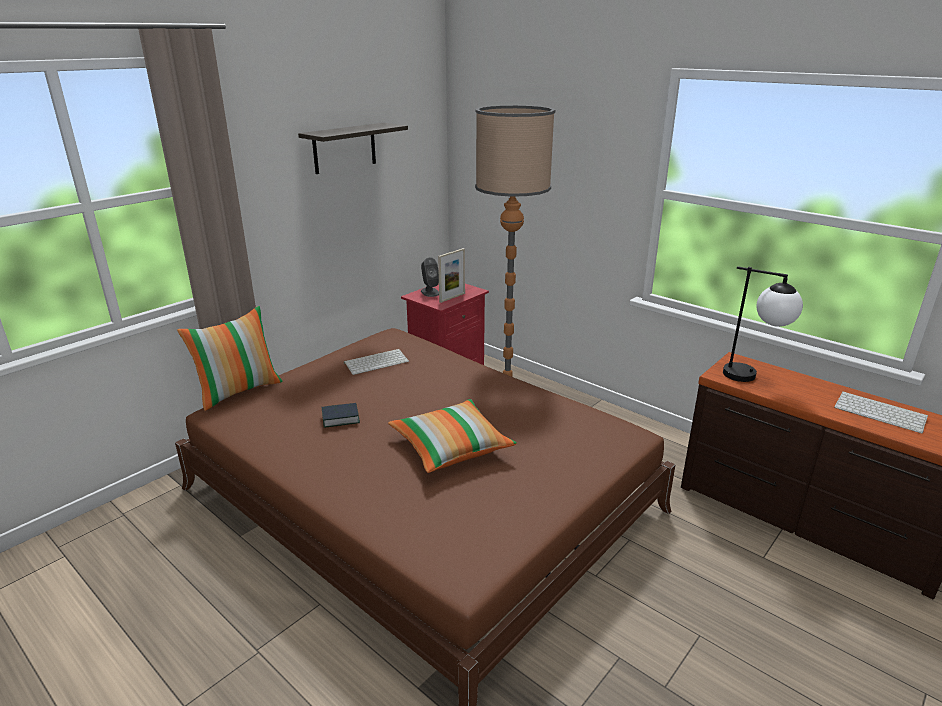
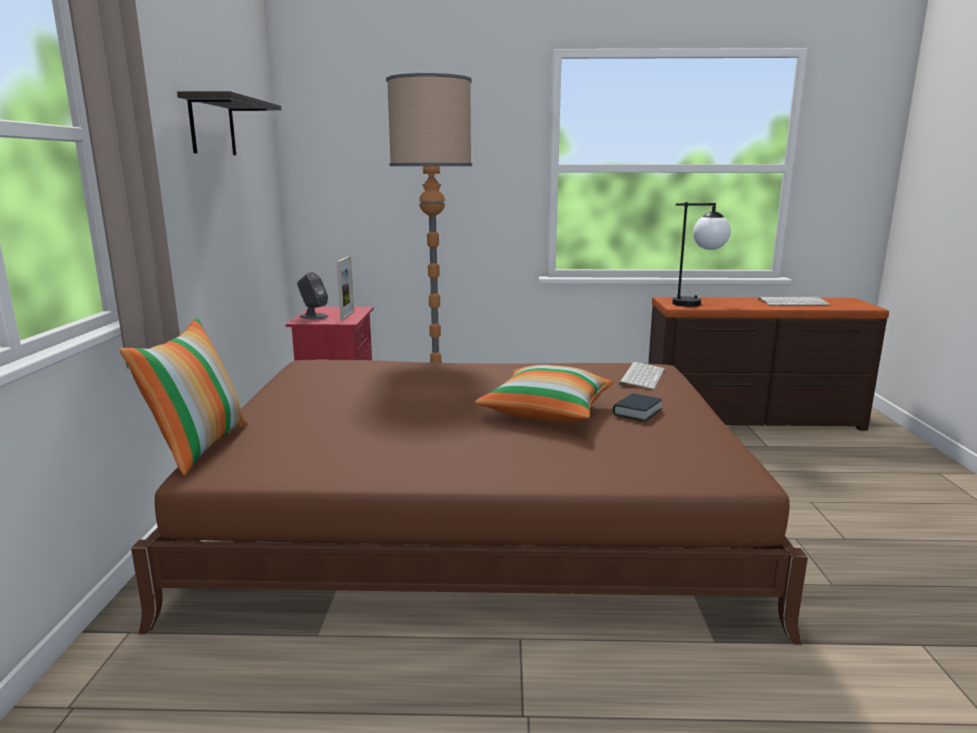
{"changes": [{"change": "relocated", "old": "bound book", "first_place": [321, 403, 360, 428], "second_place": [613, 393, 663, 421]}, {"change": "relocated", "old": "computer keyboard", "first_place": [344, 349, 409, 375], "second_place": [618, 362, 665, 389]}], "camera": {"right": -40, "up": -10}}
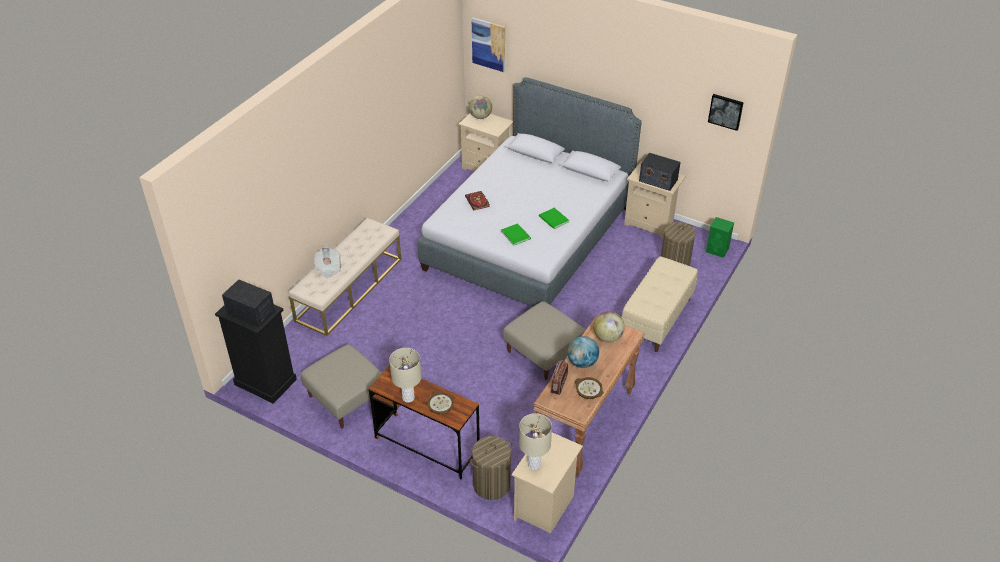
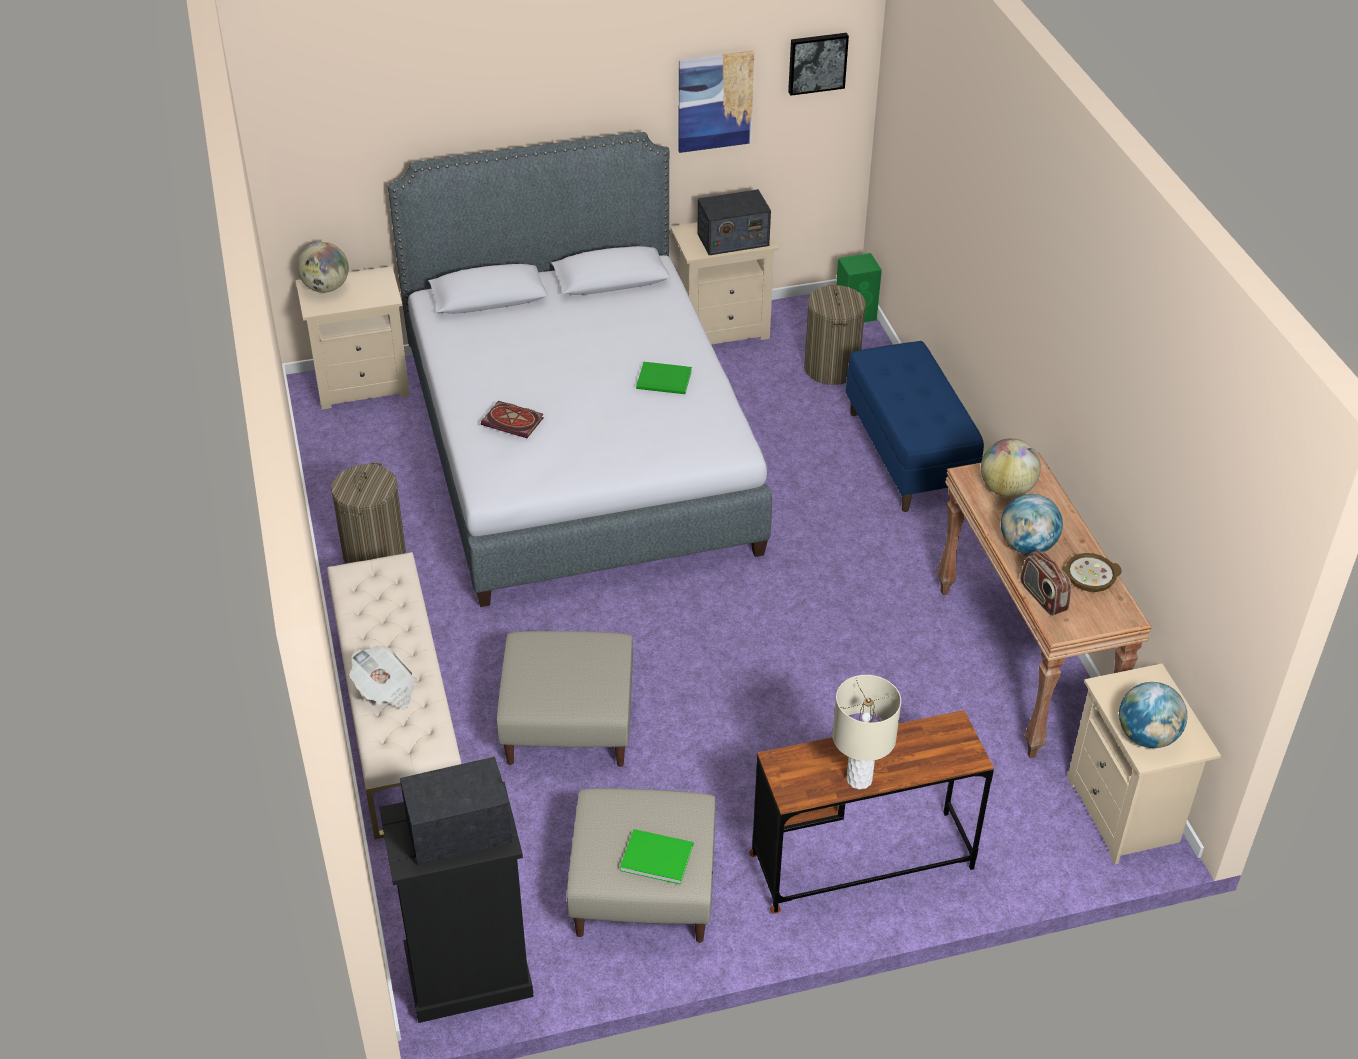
{"changes": [{"change": "missing", "old": "serving bowl", "first_place": [427, 391, 454, 415]}, {"change": "relocated", "old": "laundry basket", "first_place": [470, 436, 513, 500], "second_place": [331, 462, 406, 564]}, {"change": "relocated", "old": "wall art", "first_place": [471, 17, 505, 72], "second_place": [678, 51, 754, 153]}, {"change": "relocated", "old": "bound book (greenish)", "first_place": [501, 223, 531, 246], "second_place": [620, 829, 694, 885]}, {"change": "relocated", "old": "footrest (beige)", "first_place": [503, 301, 585, 380], "second_place": [497, 631, 633, 767]}, {"change": "exchanged", "old": "tabletop lamp (beige)", "new": "globe", "first_place": [519, 413, 552, 470], "second_place": [1119, 682, 1187, 748]}, {"change": "colour", "old": "bench (beige)", "new": "bench (bluish)", "first_place": [621, 256, 698, 352], "second_place": [846, 341, 984, 512]}], "camera": {"right": -45, "up": 0}}
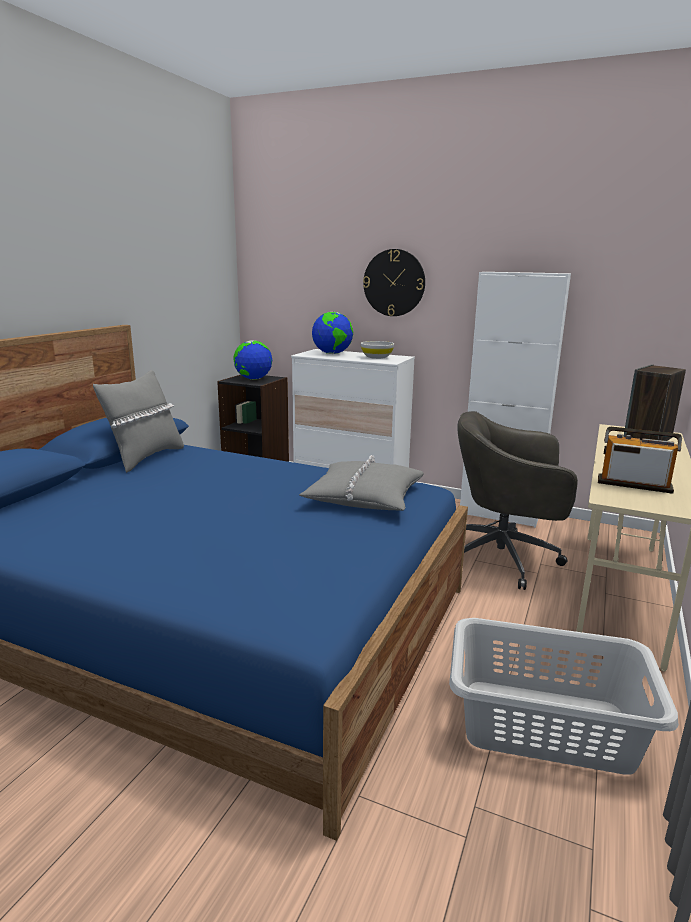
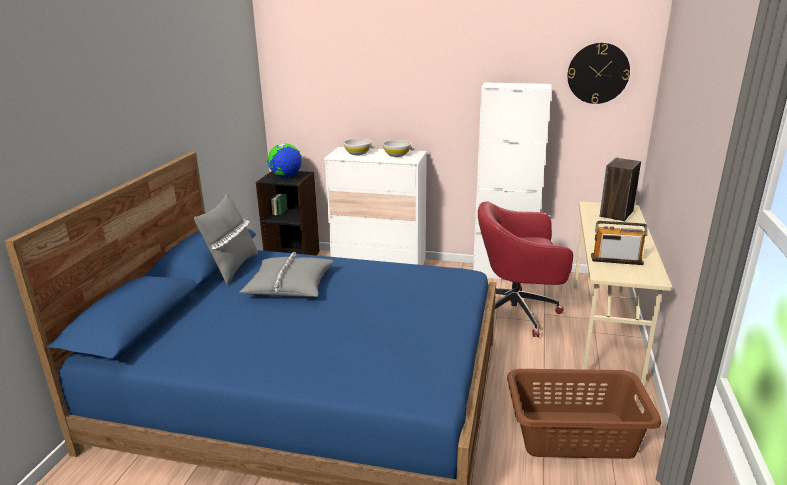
{"changes": [{"change": "relocated", "old": "pillow (grey)", "first_place": [299, 455, 424, 511], "second_place": [240, 252, 334, 297]}, {"change": "relocated", "old": "wall clock", "first_place": [363, 249, 425, 316], "second_place": [567, 43, 630, 104]}, {"change": "exchanged", "old": "globe", "new": "serving bowl (white)", "first_place": [312, 312, 353, 354], "second_place": [343, 139, 371, 155]}, {"change": "colour", "old": "laundry basket (grey)", "new": "laundry basket (brown)", "first_place": [449, 618, 679, 775], "second_place": [507, 369, 661, 459]}, {"change": "colour", "old": "computer chair (grey)", "new": "computer chair (reddish)", "first_place": [458, 411, 578, 590], "second_place": [478, 201, 573, 337]}], "camera": {"right": -10, "up": 5}}
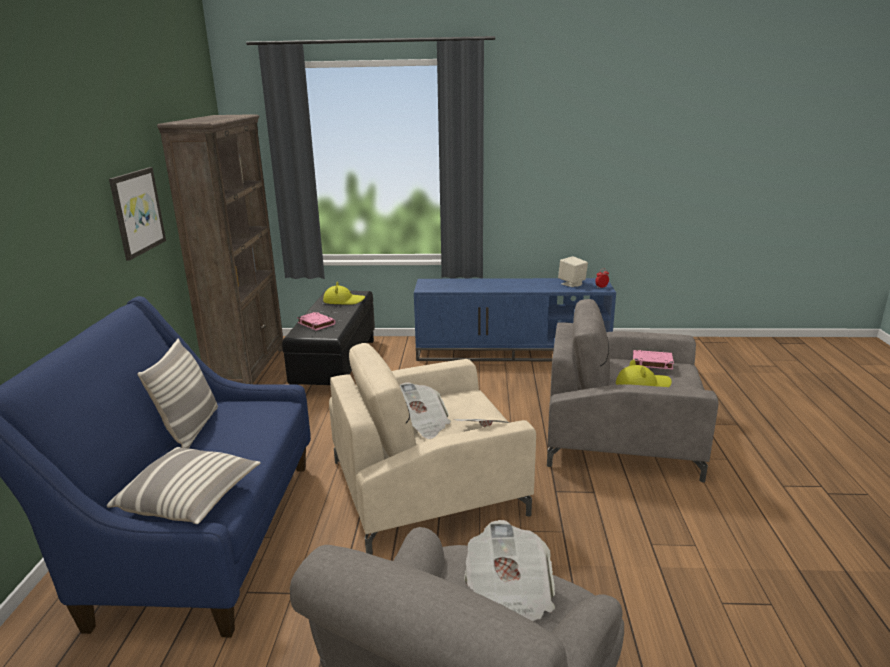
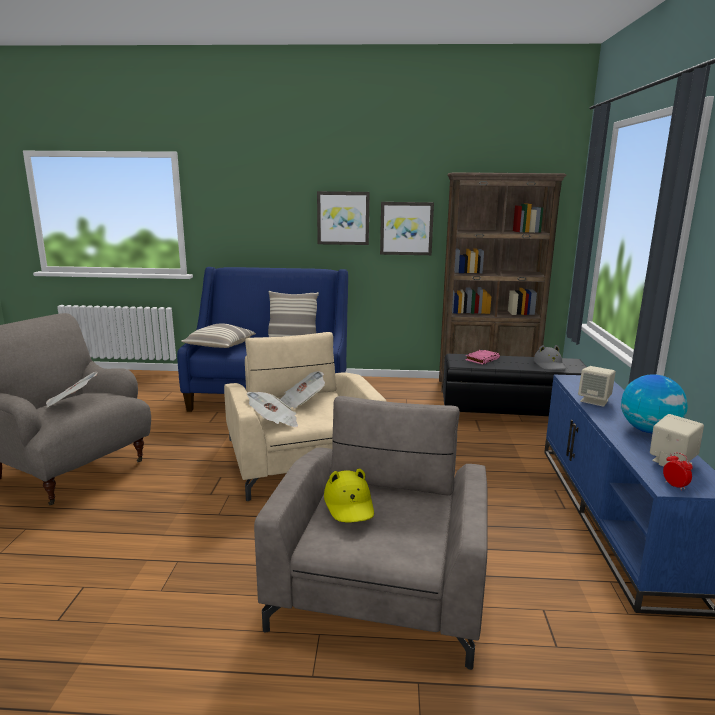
{"changes": [{"change": "missing", "old": "bound book (pinkish)", "first_place": [633, 350, 674, 369]}, {"change": "appeared", "new": "wall art", "second_place": [317, 191, 370, 245]}, {"change": "appeared", "new": "audio speaker (beige)", "second_place": [578, 366, 616, 407]}, {"change": "appeared", "new": "globe", "second_place": [621, 374, 688, 433]}, {"change": "colour", "old": "wearable hat (yellowish)", "new": "wearable hat (grey)", "first_place": [323, 282, 365, 305], "second_place": [534, 345, 566, 370]}], "camera": {"right": 90, "up": -5}}
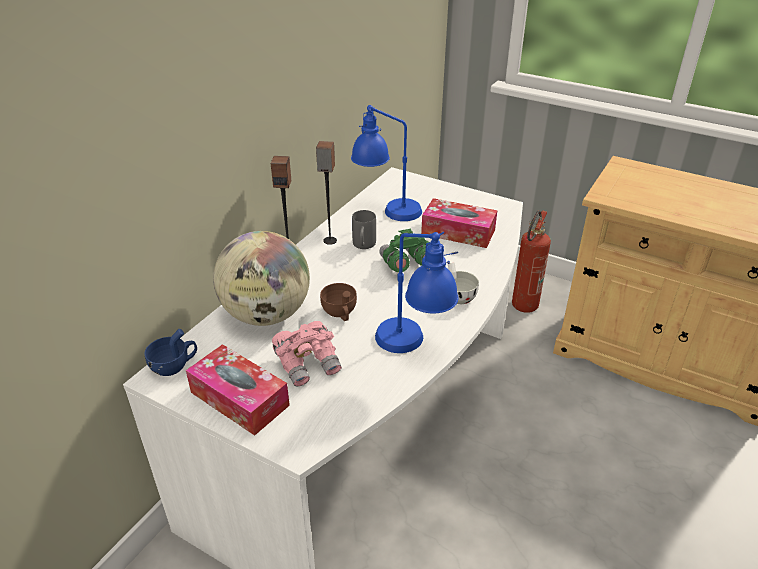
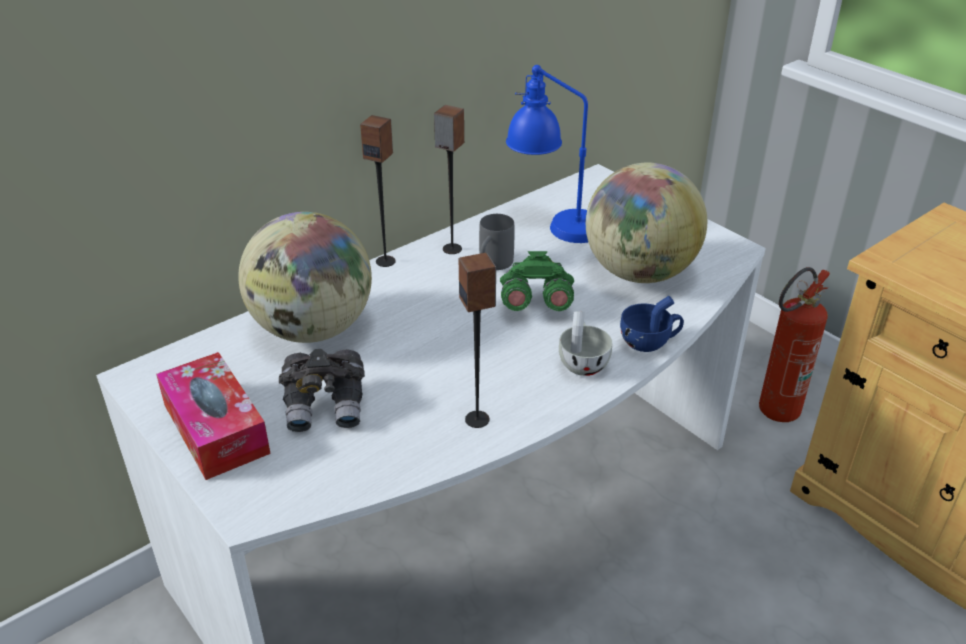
{"changes": [{"change": "missing", "old": "small cup (brown)", "first_place": [320, 283, 357, 321]}, {"change": "relocated", "old": "small cup (bluish)", "first_place": [144, 329, 197, 376], "second_place": [620, 296, 684, 352]}, {"change": "exchanged", "old": "tabletop lamp (bluish)", "new": "audio speaker", "first_place": [375, 232, 458, 353], "second_place": [459, 253, 496, 428]}, {"change": "exchanged", "old": "tissue box", "new": "globe", "first_place": [421, 198, 498, 248], "second_place": [586, 163, 707, 283]}, {"change": "colour", "old": "field glasses (pinkish)", "new": "field glasses (grey)", "first_place": [272, 321, 342, 387], "second_place": [279, 349, 365, 432]}], "camera": {"right": 20, "up": 0}}
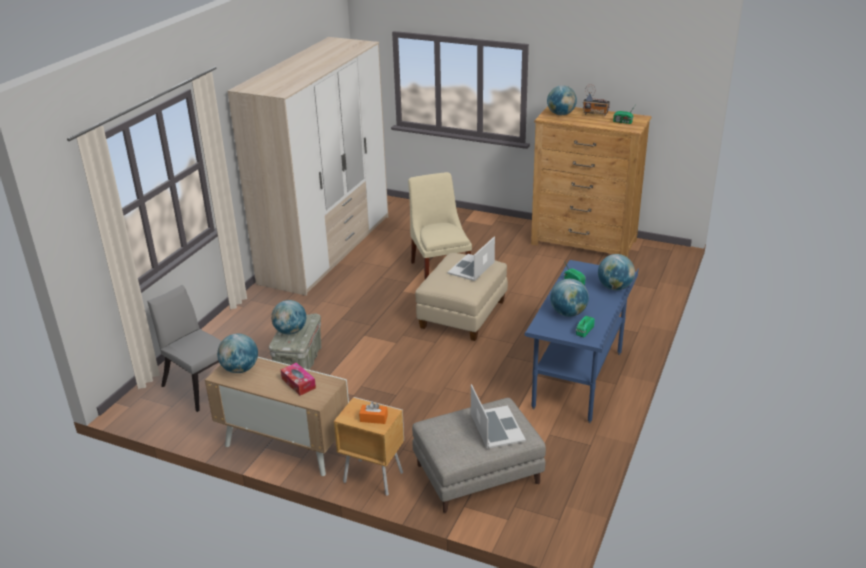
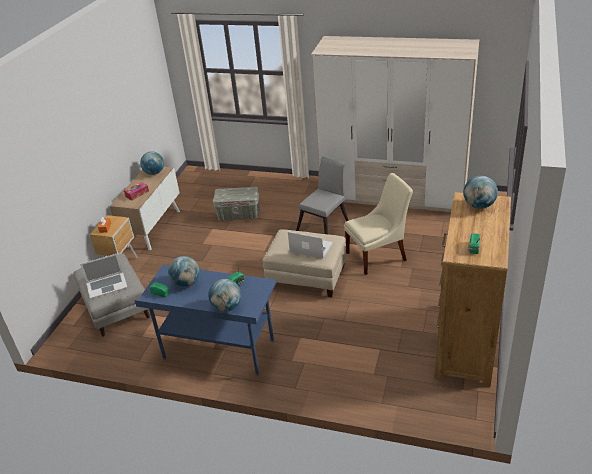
{"changes": [{"change": "missing", "old": "globe", "first_place": [271, 300, 306, 335]}, {"change": "missing", "old": "radio set", "first_place": [583, 84, 610, 116]}, {"change": "relocated", "old": "upright chair (grey)", "first_place": [147, 285, 222, 412], "second_place": [296, 156, 349, 234]}], "camera": {"right": 85, "up": 5}}
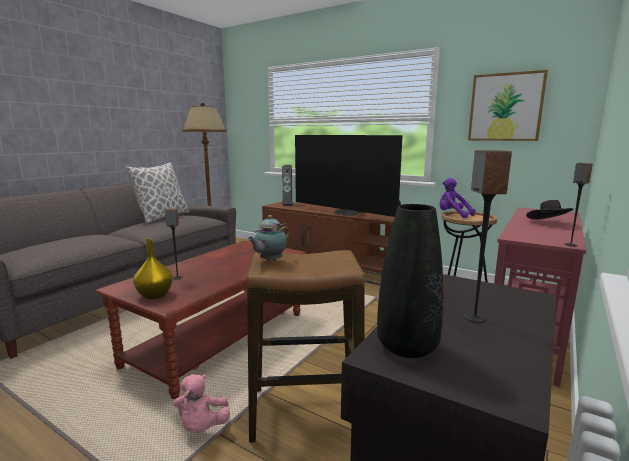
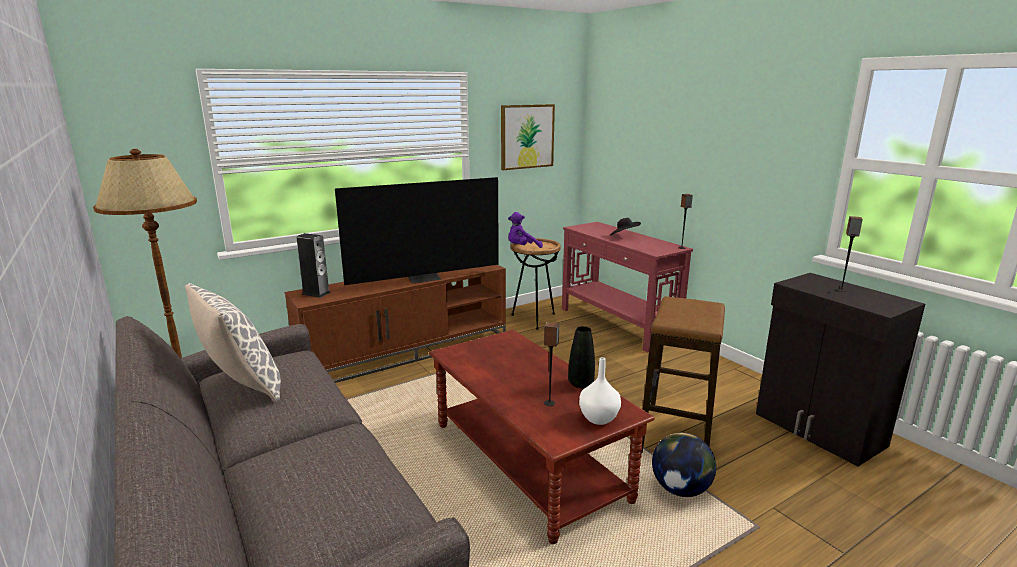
{"changes": [{"change": "missing", "old": "pot for tea", "first_place": [247, 215, 289, 262]}, {"change": "relocated", "old": "decorative vase (blackish)", "first_place": [377, 204, 443, 358], "second_place": [568, 326, 595, 388]}, {"change": "exchanged", "old": "soft toy (pinkish)", "new": "globe", "first_place": [173, 374, 230, 433], "second_place": [652, 433, 716, 497]}, {"change": "colour", "old": "decorative vase (yellowish)", "new": "decorative vase (white)", "first_place": [133, 238, 173, 299], "second_place": [579, 357, 621, 425]}], "camera": {"right": -65, "up": 5}}
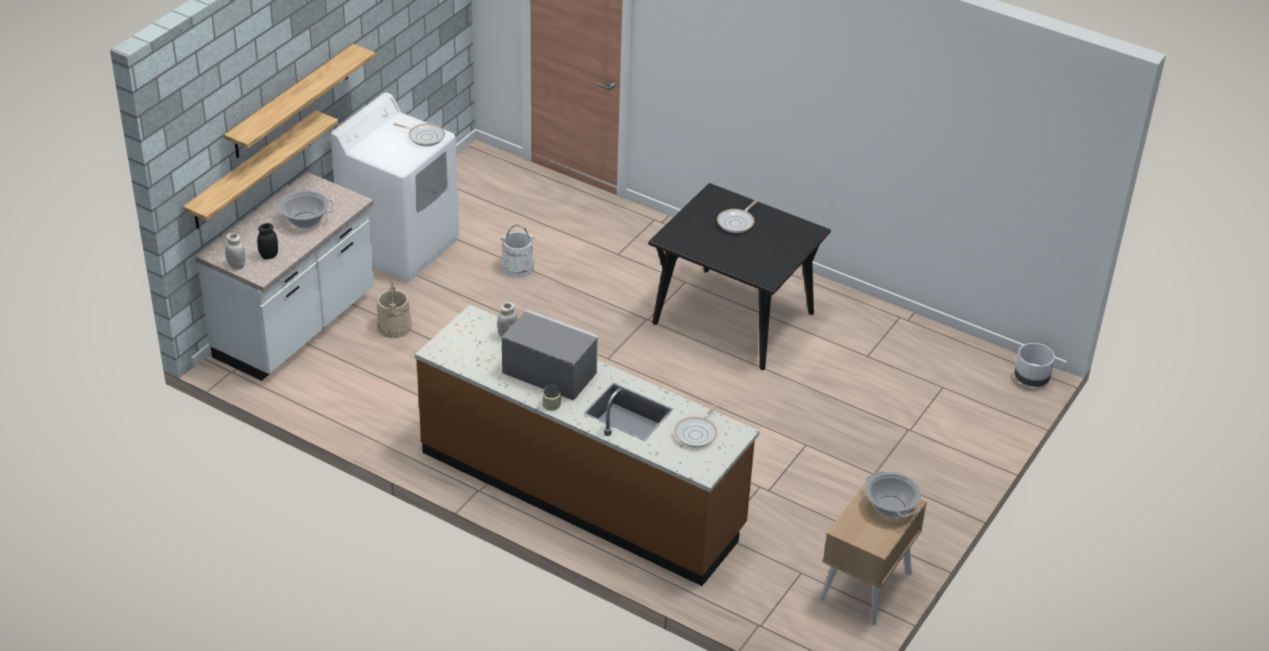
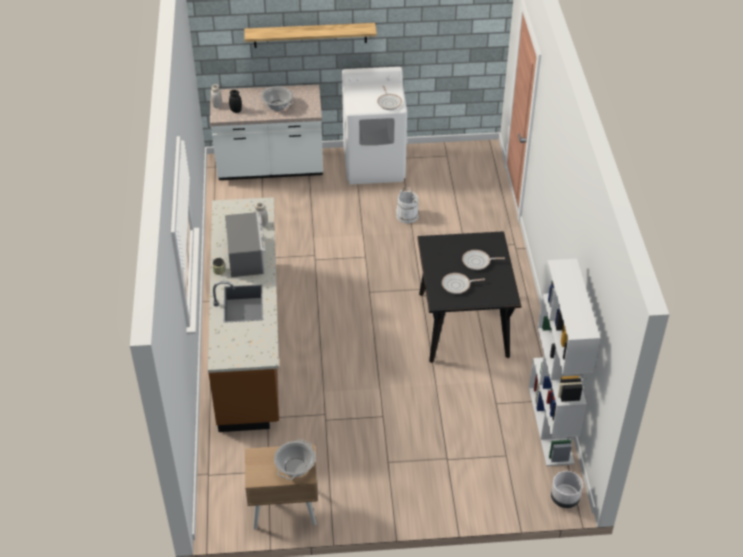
{"changes": [{"change": "missing", "old": "shelf", "first_place": [183, 110, 338, 229]}, {"change": "missing", "old": "pail (beige)", "first_place": [377, 282, 411, 338]}, {"change": "appeared", "new": "bookcase (white)", "second_place": [529, 259, 600, 466]}, {"change": "relocated", "old": "skillet", "first_place": [674, 404, 717, 448], "second_place": [442, 273, 485, 294]}], "camera": {"right": 55, "up": 5}}
